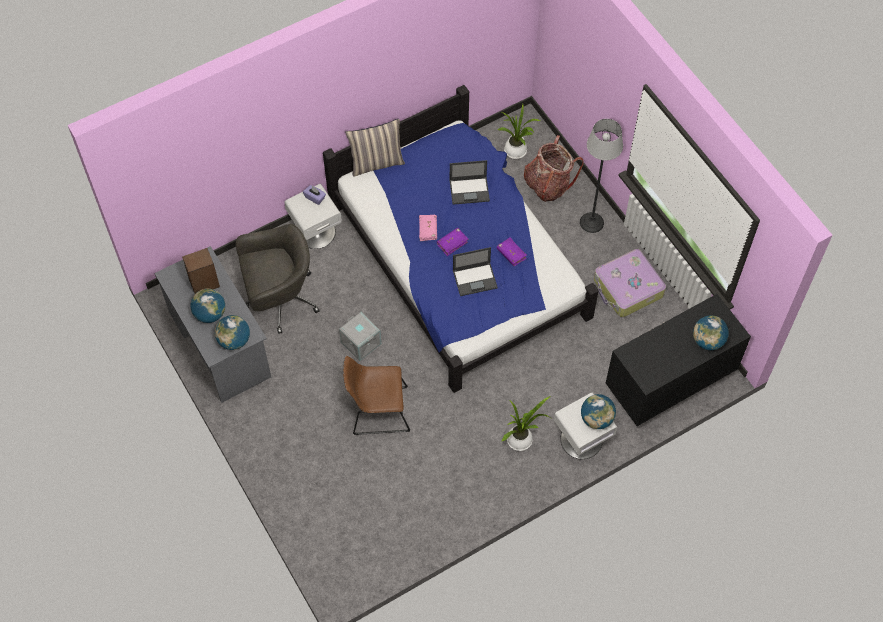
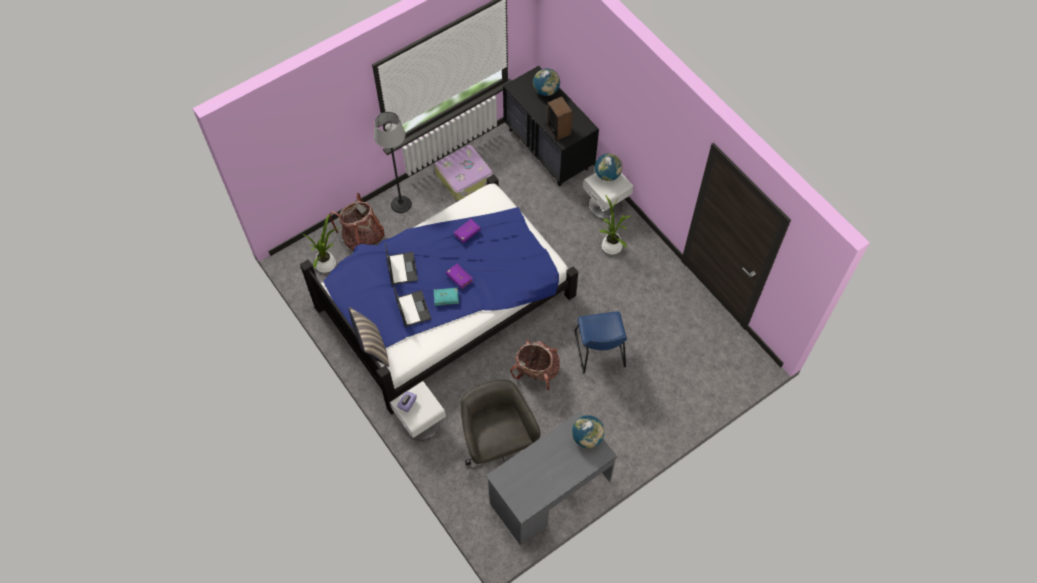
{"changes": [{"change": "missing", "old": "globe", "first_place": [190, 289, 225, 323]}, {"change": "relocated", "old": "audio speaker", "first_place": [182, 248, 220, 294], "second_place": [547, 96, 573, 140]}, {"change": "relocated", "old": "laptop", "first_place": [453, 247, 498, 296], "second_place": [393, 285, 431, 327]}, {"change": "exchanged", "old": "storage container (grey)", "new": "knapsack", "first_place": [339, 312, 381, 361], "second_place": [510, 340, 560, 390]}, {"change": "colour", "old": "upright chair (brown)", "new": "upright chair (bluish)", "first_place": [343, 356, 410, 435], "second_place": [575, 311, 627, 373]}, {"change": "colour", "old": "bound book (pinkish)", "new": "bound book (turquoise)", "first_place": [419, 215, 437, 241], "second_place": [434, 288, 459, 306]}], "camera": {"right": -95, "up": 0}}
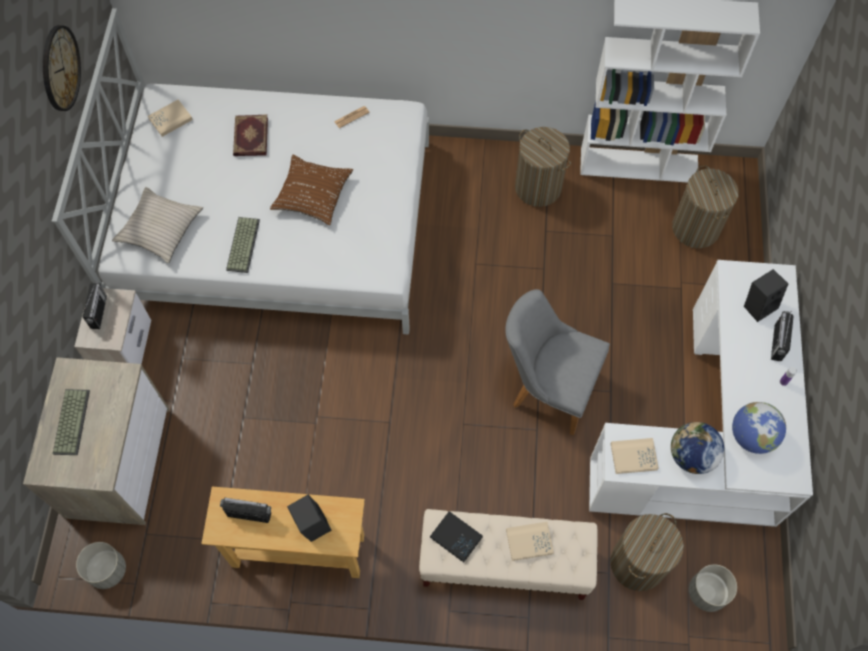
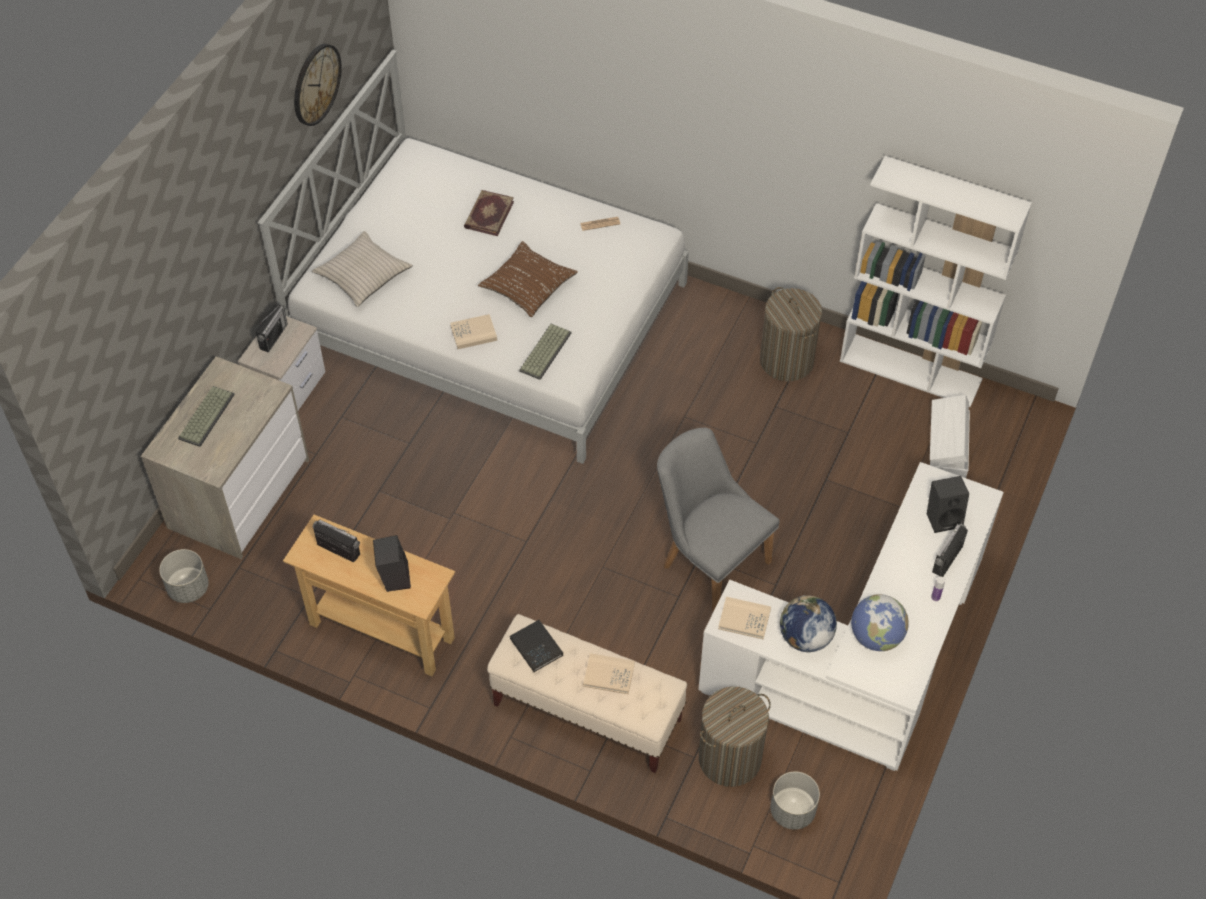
{"changes": [{"change": "relocated", "old": "bound book (beige)", "first_place": [148, 100, 193, 137], "second_place": [450, 314, 497, 349]}, {"change": "relocated", "old": "computer keyboard", "first_place": [226, 217, 260, 273], "second_place": [519, 324, 572, 380]}, {"change": "exchanged", "old": "laundry basket", "new": "storage container (white)", "first_place": [672, 165, 739, 248], "second_place": [930, 395, 970, 478]}], "camera": {"right": 20, "up": -10}}
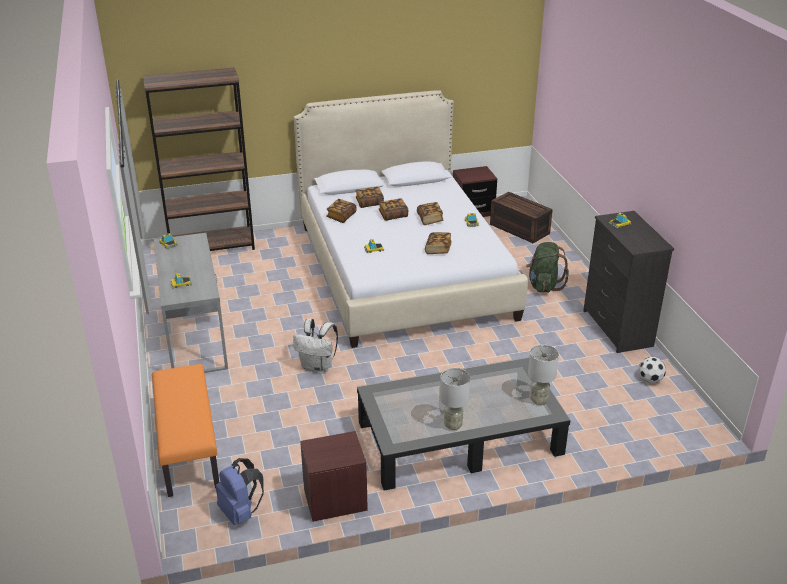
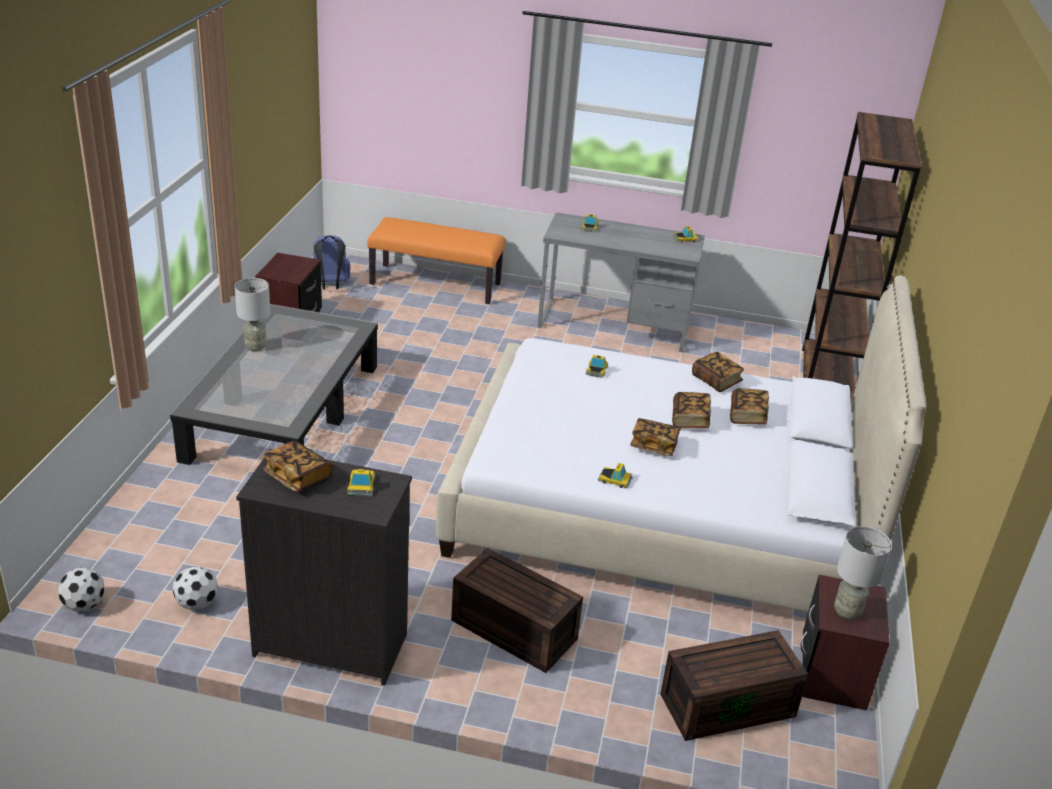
{"changes": [{"change": "missing", "old": "knapsack (white)", "first_place": [294, 318, 338, 374]}, {"change": "appeared", "new": "ball for football", "second_place": [58, 567, 105, 611]}, {"change": "relocated", "old": "bound book", "first_place": [425, 232, 452, 254], "second_place": [263, 441, 333, 492]}, {"change": "relocated", "old": "tabletop lamp (grey)", "first_place": [528, 344, 559, 405], "second_place": [834, 526, 892, 620]}, {"change": "exchanged", "old": "knapsack (greenish)", "new": "storage container (brown)", "first_place": [526, 242, 569, 293], "second_place": [451, 548, 583, 673]}], "camera": {"right": 115, "up": 0}}
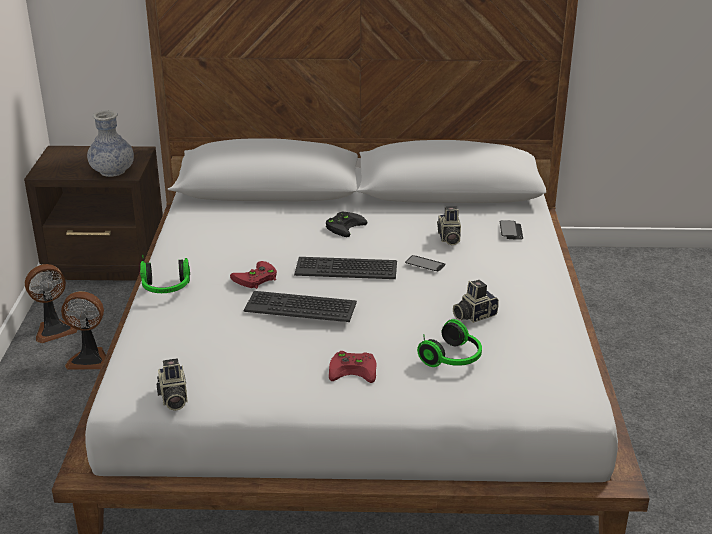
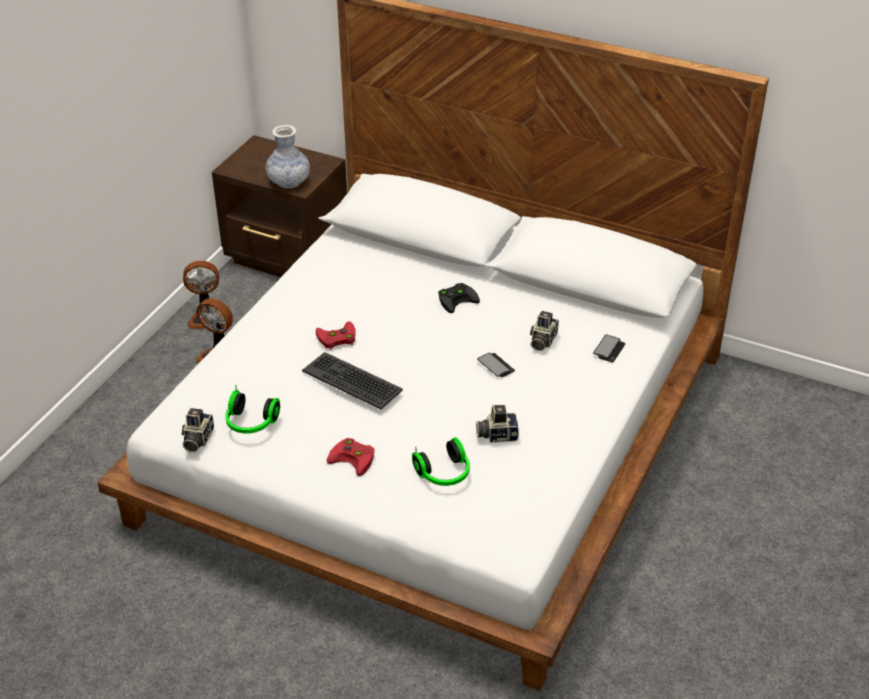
{"changes": [{"change": "missing", "old": "computer keyboard", "first_place": [294, 257, 397, 279]}, {"change": "relocated", "old": "pair of headphones", "first_place": [140, 255, 190, 293], "second_place": [225, 385, 280, 434]}], "camera": {"right": 25, "up": 10}}
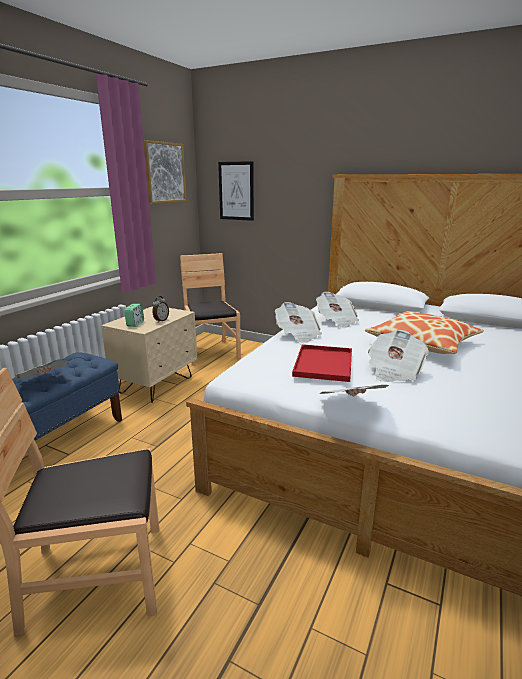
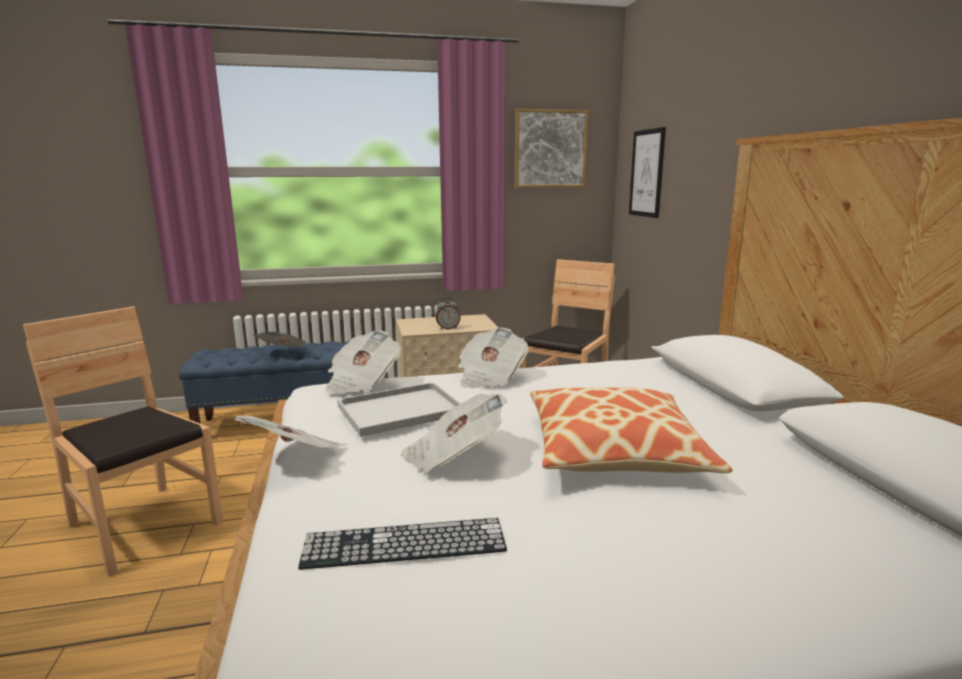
{"changes": [{"change": "missing", "old": "bedside clock", "first_place": [124, 304, 144, 327]}, {"change": "appeared", "new": "computer keyboard", "second_place": [298, 518, 507, 570]}, {"change": "relocated", "old": "daily paper", "first_place": [316, 292, 359, 328], "second_place": [325, 331, 401, 394]}, {"change": "colour", "old": "serving tray (reddish)", "new": "serving tray (white)", "first_place": [292, 344, 352, 382], "second_place": [337, 382, 461, 437]}], "camera": {"right": 50, "up": -5}}
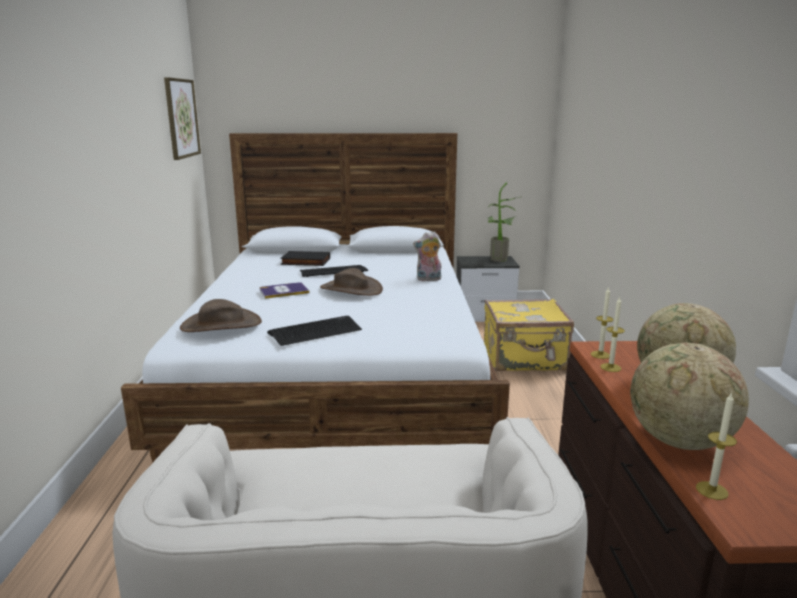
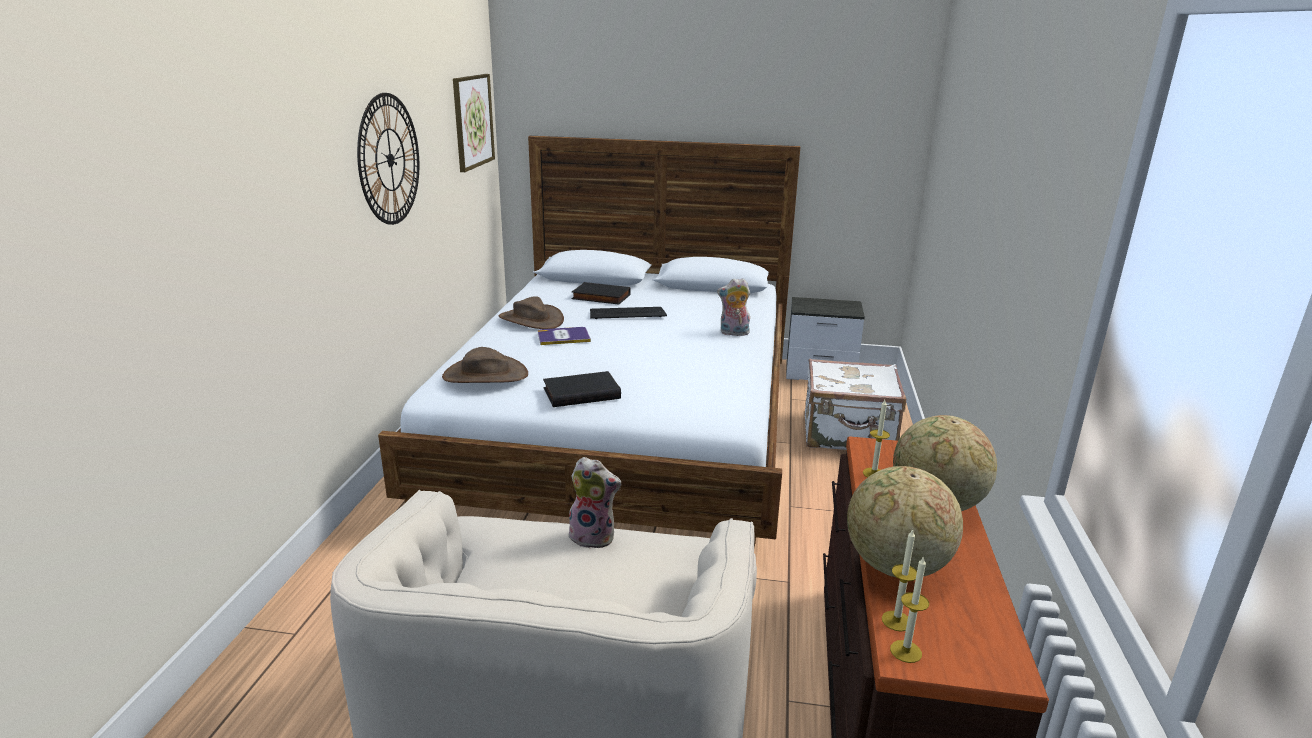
{"changes": [{"change": "missing", "old": "potted plant", "first_place": [487, 183, 522, 262]}, {"change": "appeared", "new": "wall clock", "second_place": [357, 93, 419, 225]}, {"change": "appeared", "new": "soft toy", "second_place": [569, 457, 621, 548]}, {"change": "relocated", "old": "wearable hat (brown)", "first_place": [320, 268, 383, 296], "second_place": [499, 296, 564, 329]}, {"change": "relocated", "old": "wax candle", "first_place": [591, 287, 614, 359], "second_place": [890, 556, 929, 663]}, {"change": "exchanged", "old": "computer keyboard", "new": "bound book (blackish)", "first_place": [267, 316, 362, 346], "second_place": [543, 371, 621, 407]}, {"change": "colour", "old": "piece of luggage (yellowish)", "new": "piece of luggage (white)", "first_place": [484, 299, 574, 371], "second_place": [805, 358, 906, 450]}], "camera": {"right": 10, "up": 5}}
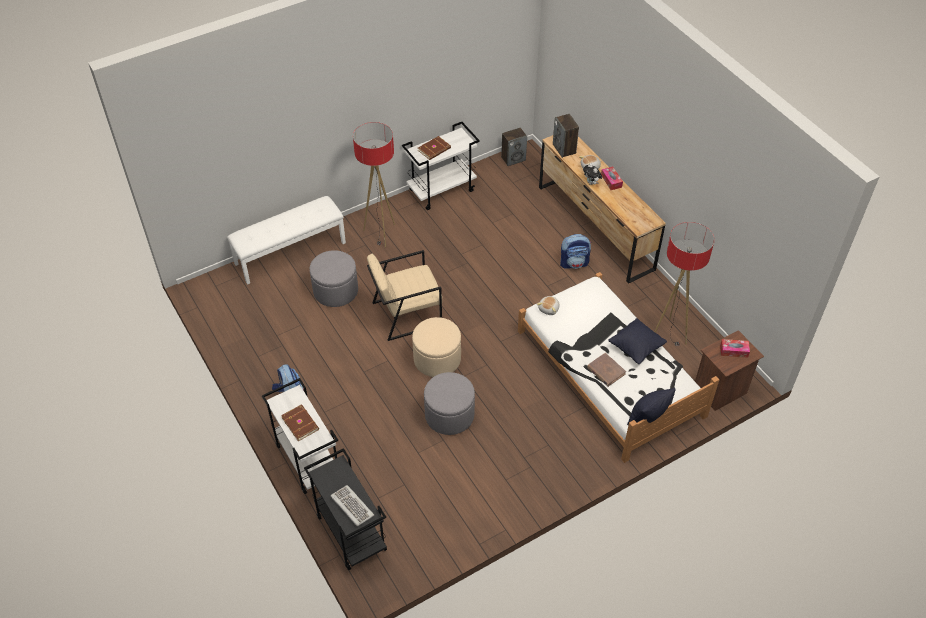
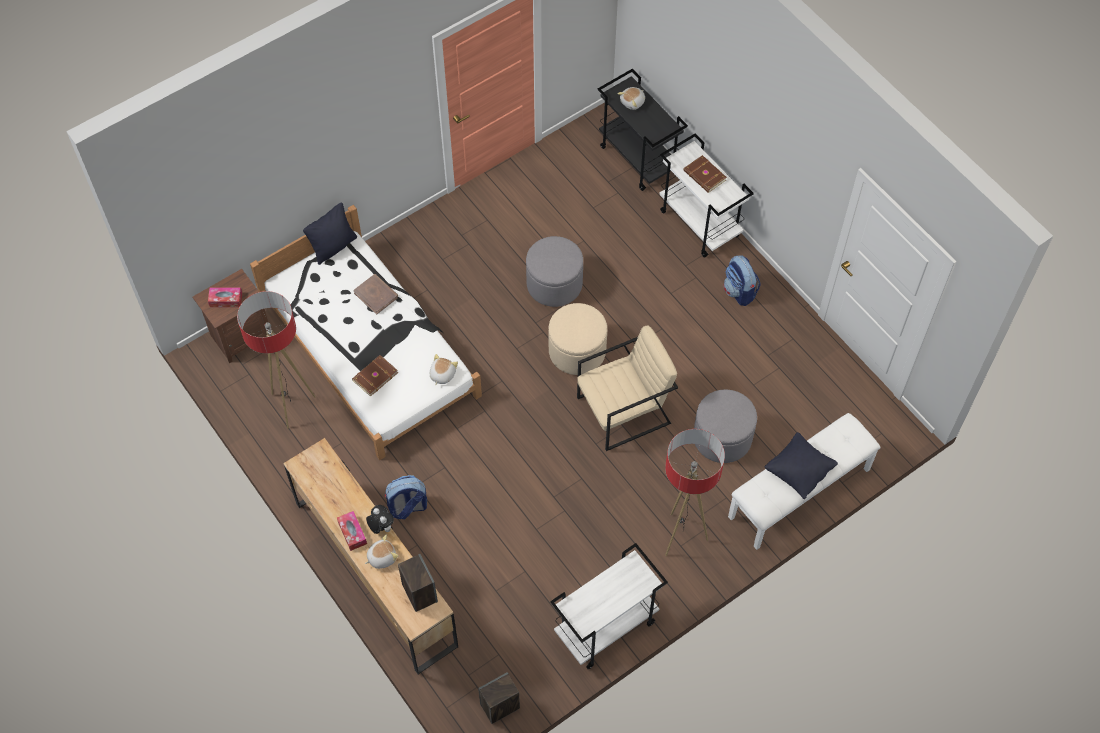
{"changes": [{"change": "relocated", "old": "bound book (brown)", "first_place": [418, 136, 451, 160], "second_place": [352, 355, 398, 397]}, {"change": "relocated", "old": "pillow (blackish)", "first_place": [608, 318, 667, 364], "second_place": [765, 432, 838, 499]}, {"change": "exchanged", "old": "computer keyboard", "new": "soft toy", "first_place": [330, 485, 374, 526], "second_place": [618, 87, 645, 110]}], "camera": {"right": 175, "up": 10}}
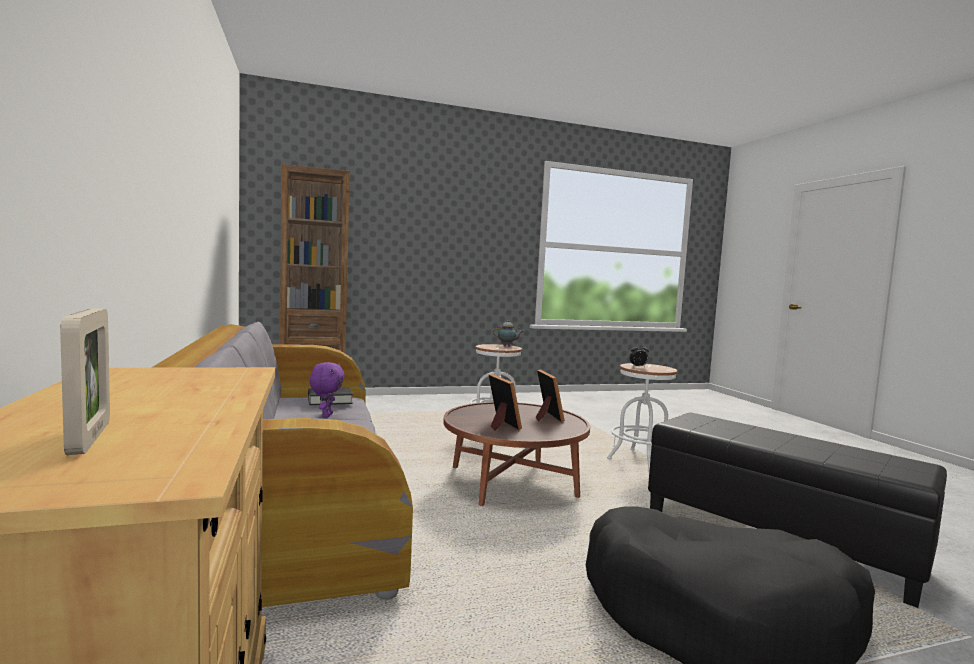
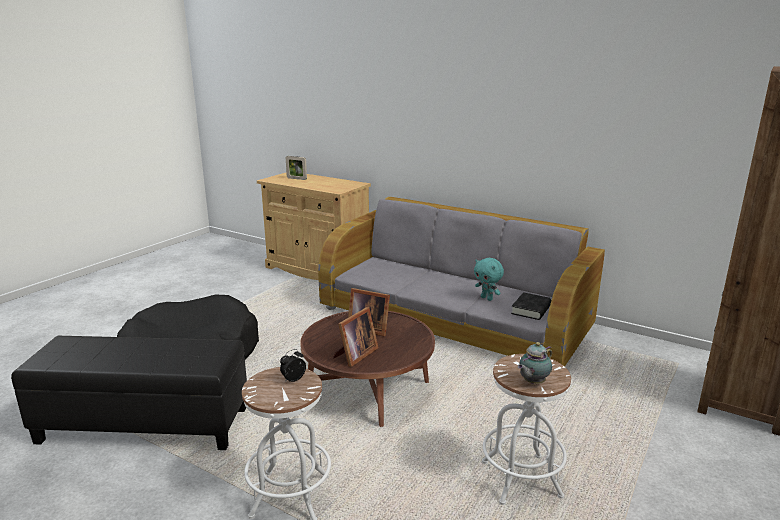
{"changes": [{"change": "colour", "old": "soft toy (purple-coloured)", "new": "soft toy (turquoise)", "first_place": [310, 362, 345, 418], "second_place": [474, 258, 504, 301]}, {"change": "spun", "old": "photo frame", "first_place": [536, 369, 565, 422], "second_place": [333, 307, 379, 367], "degrees": -90}], "camera": {"right": 140, "up": 15}}
